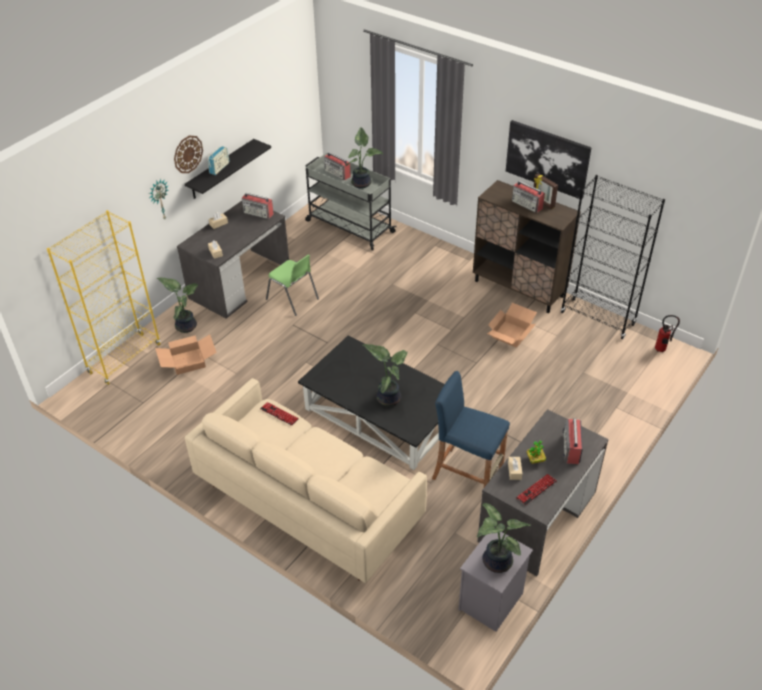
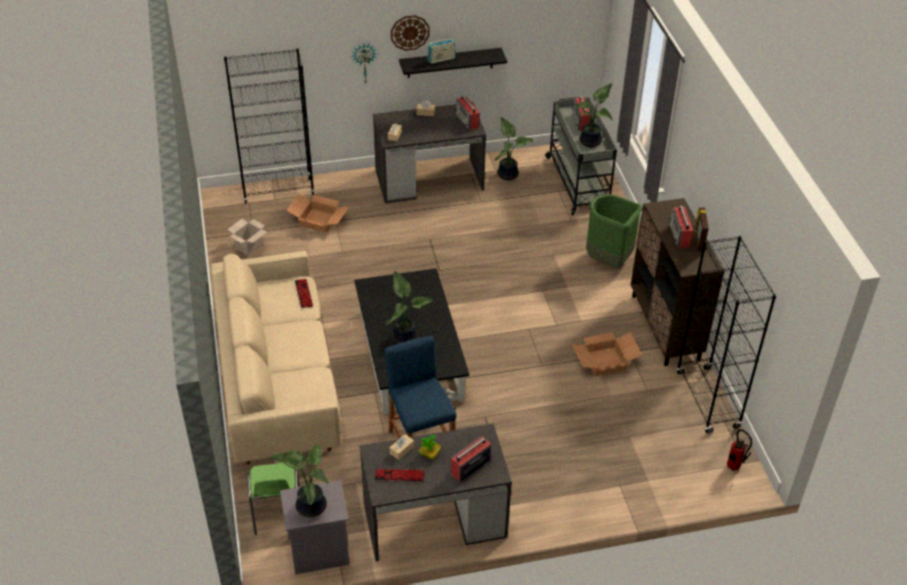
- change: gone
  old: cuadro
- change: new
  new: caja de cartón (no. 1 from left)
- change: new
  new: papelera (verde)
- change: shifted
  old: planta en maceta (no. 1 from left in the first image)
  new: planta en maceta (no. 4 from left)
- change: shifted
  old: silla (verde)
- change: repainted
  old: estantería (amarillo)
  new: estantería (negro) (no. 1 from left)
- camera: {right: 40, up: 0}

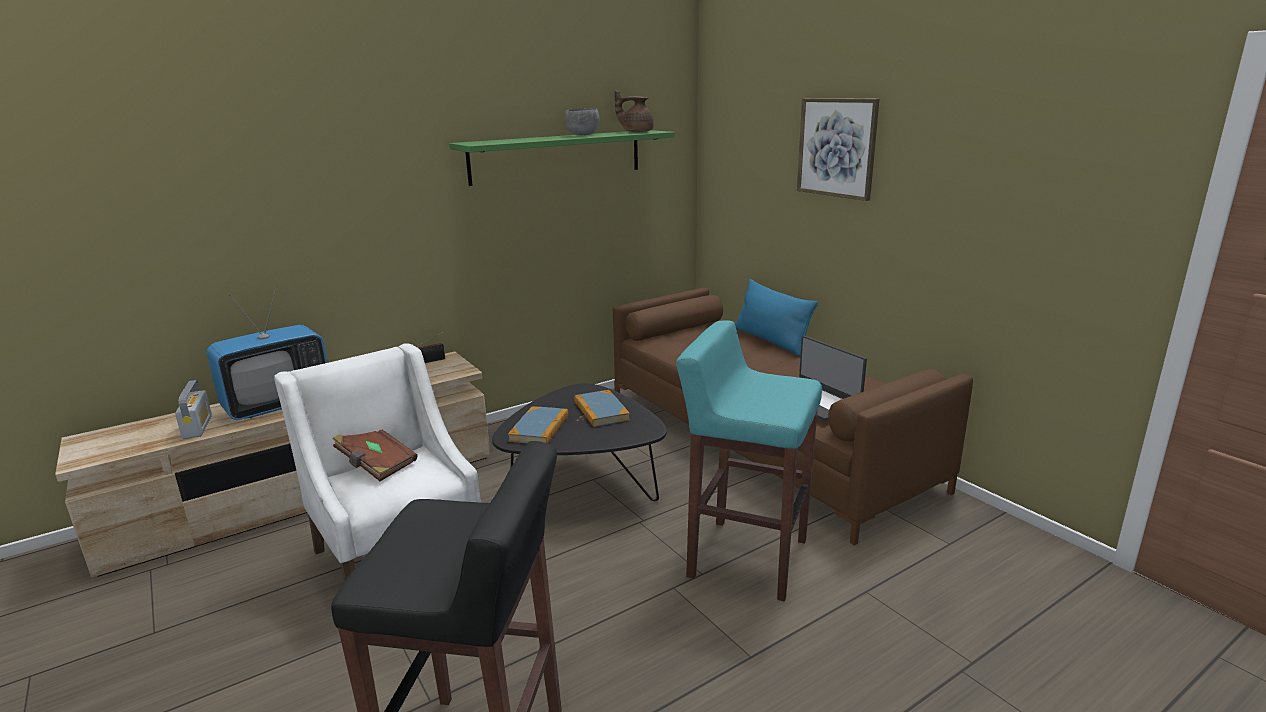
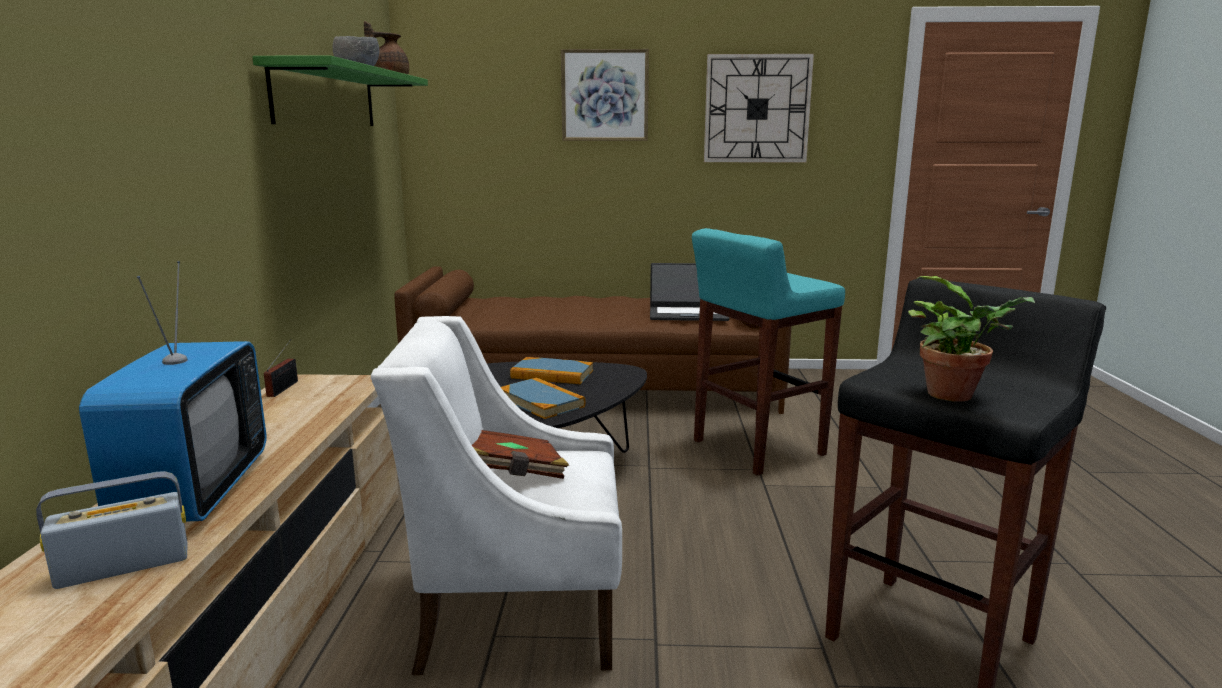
- change: gone
  old: cojín (azul)
- change: new
  new: reloj de pared
- change: new
  new: planta en maceta
- change: rotated
  old: radio (no. 1 from left)
  degrees: -45
- camera: {right: -55, up: -5}

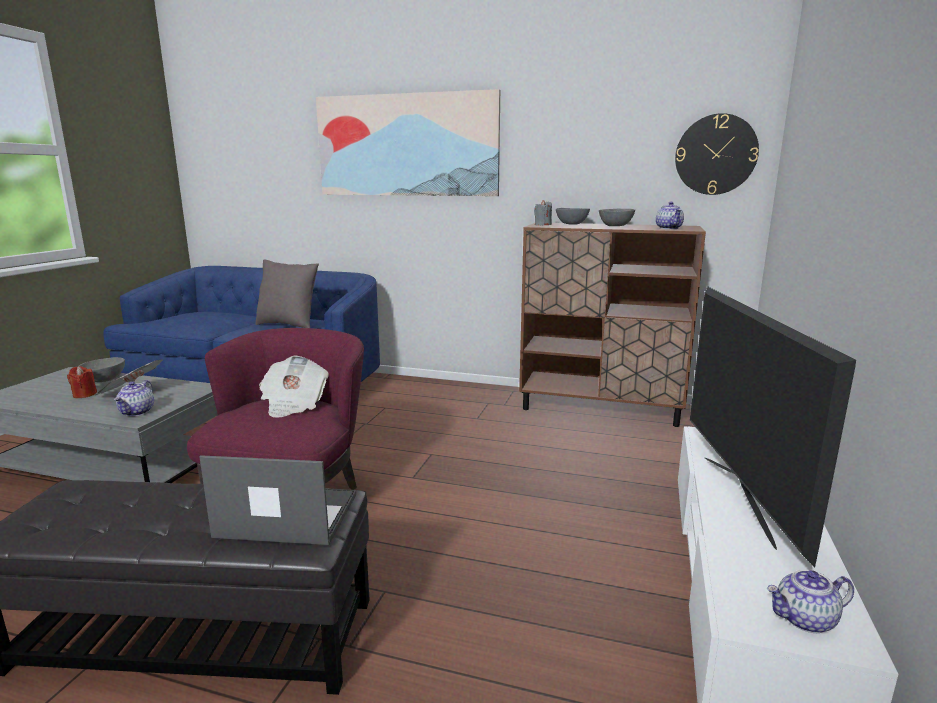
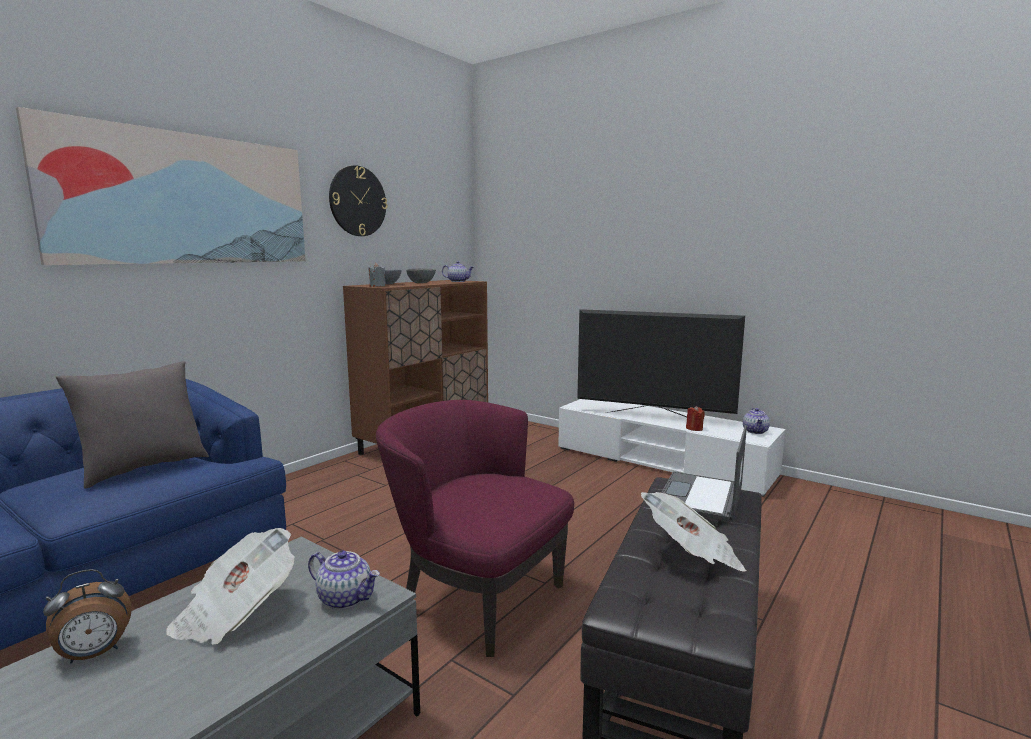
- change: shifted
  old: vela (rojo)
- change: shifted
  old: periódico (no. 2 from left)
- change: shifted
  old: reloj de pared
- change: swapped
  old: cuenco (gris) (no. 1 from left)
  new: despertador
- camera: {right: -70, up: -5}

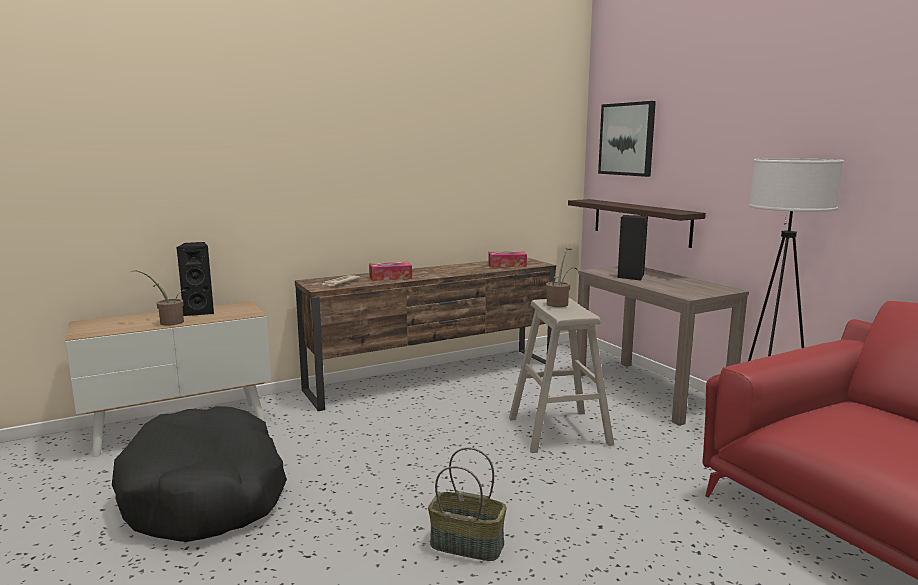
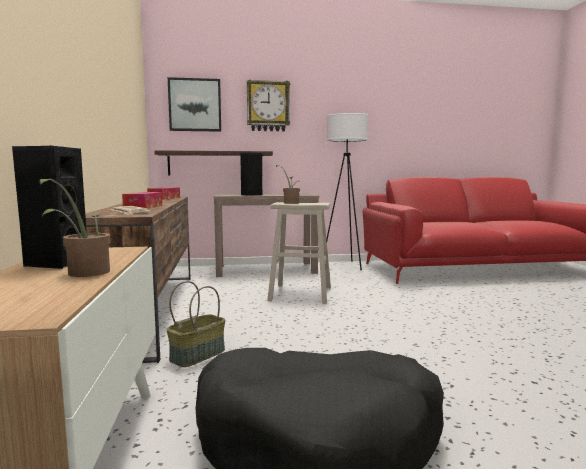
- change: new
  new: reloj de pared
- change: shifted
  old: cesta
- camera: {right: -70, up: -5}

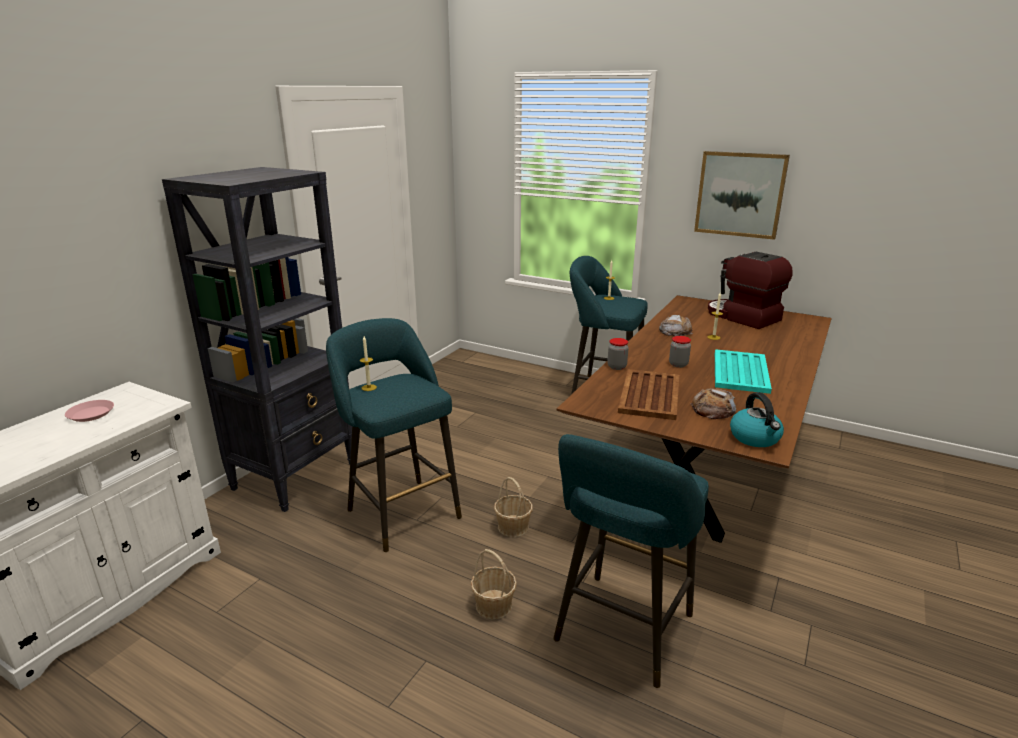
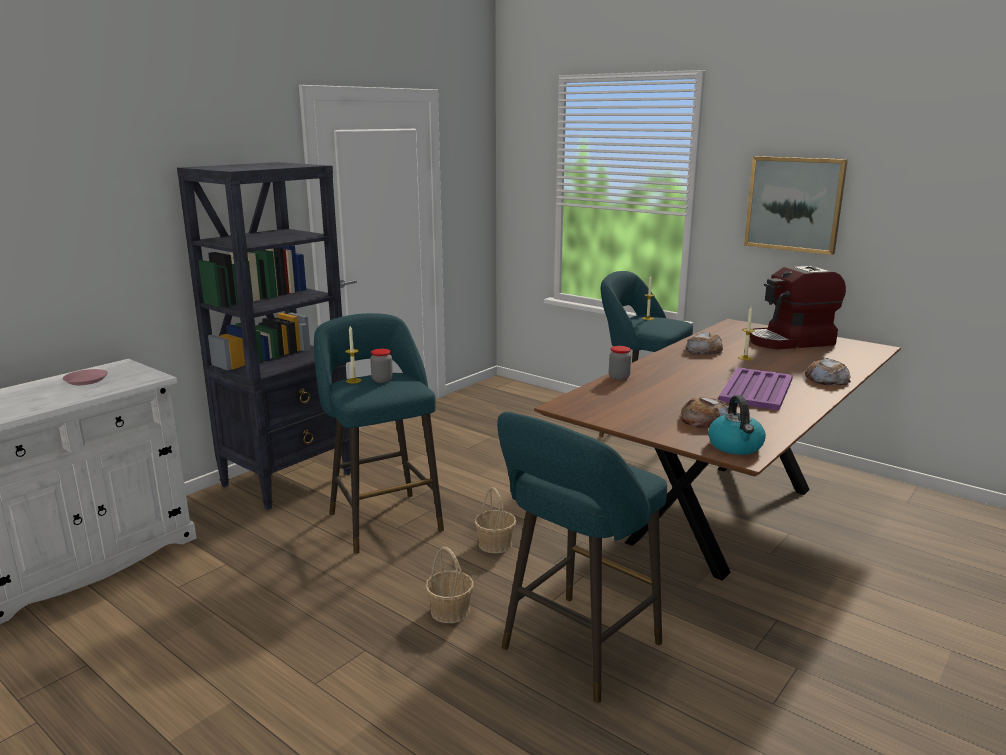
- change: gone
  old: bandeja (marrón)
- change: new
  new: pan (no. 3 from left)
- change: shifted
  old: tarro (no. 2 from left in the first image)
  new: tarro (no. 1 from left)
- change: repainted
  old: bandeja (turquesa)
  new: bandeja (morado)
- change: rotated
  old: cafetera
  degrees: -75
- camera: {right: 10, up: -5}

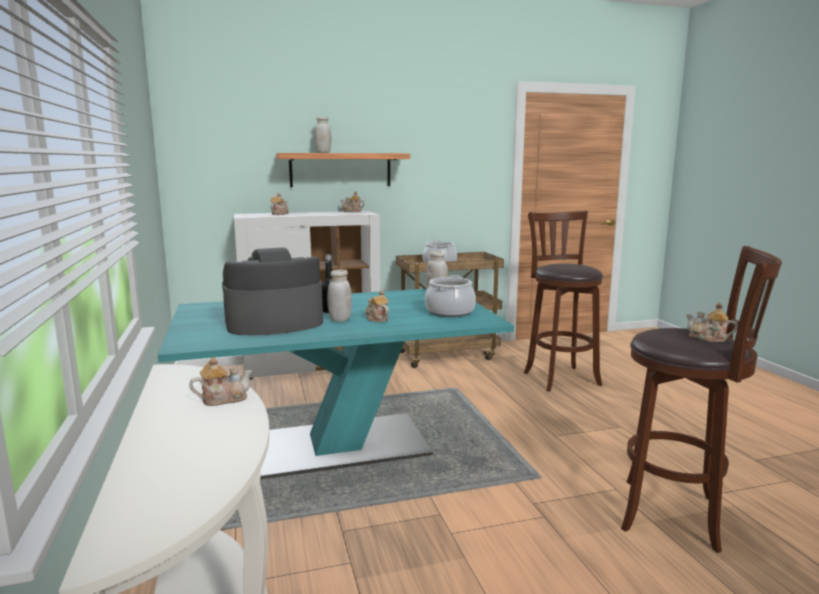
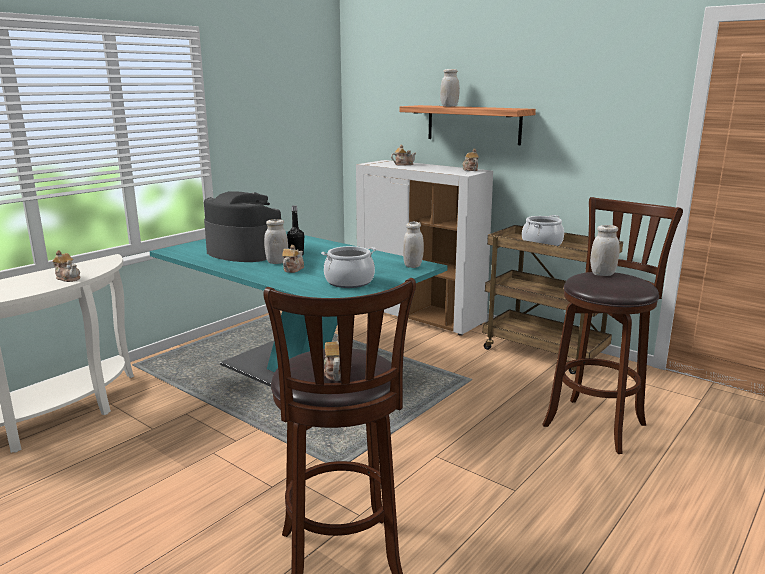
- change: new
  new: tarro (blanco) (no. 4 from left)
- camera: {right: 55, up: 5}

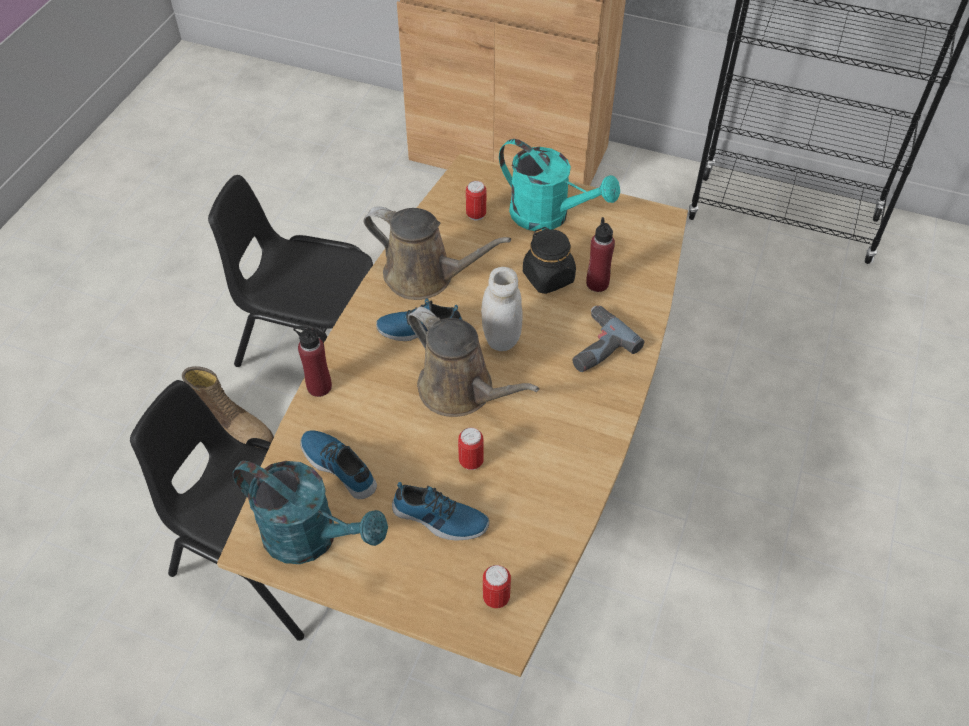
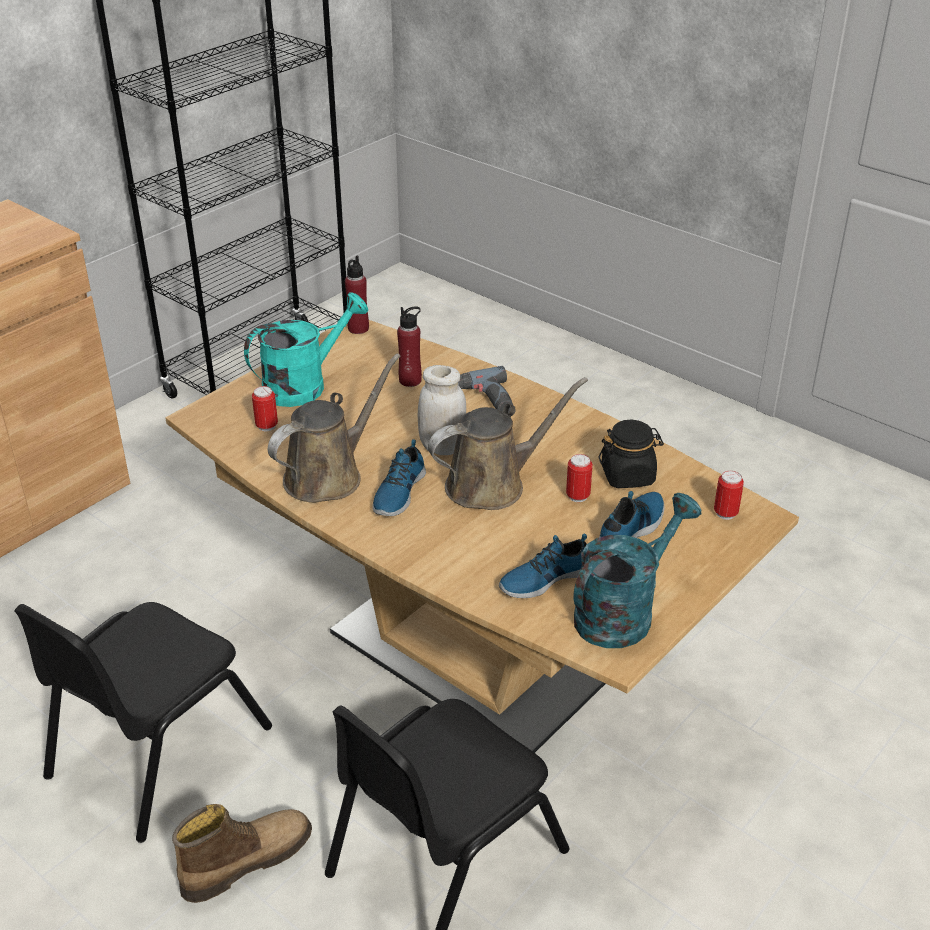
- change: shifted
  old: botella (rojo) (no. 1 from left)
- change: shifted
  old: tarro (negro)
- camera: {right: -70, up: -15}

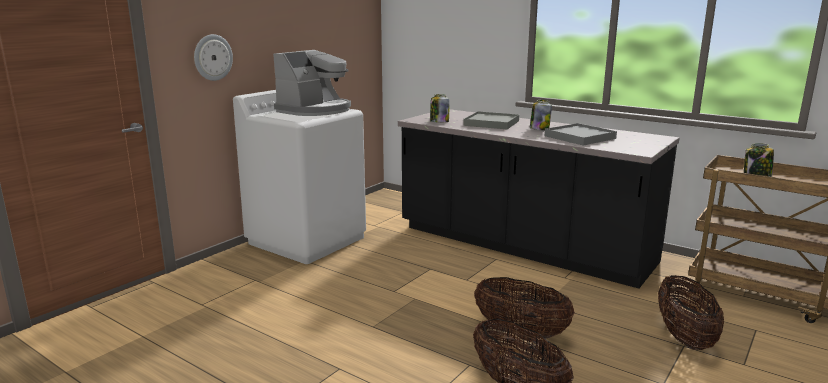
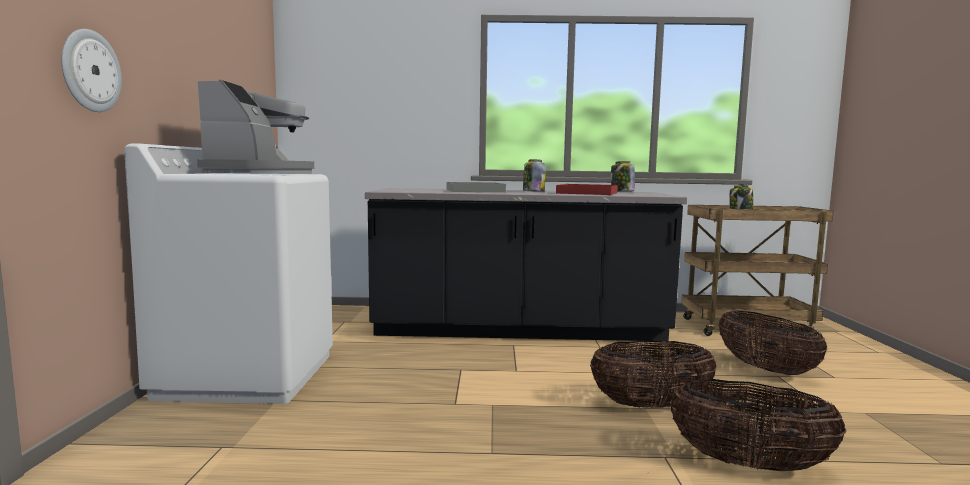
- change: shifted
  old: tarro (no. 1 from left in the first image)
  new: tarro (no. 2 from left)
- change: repainted
  old: bandeja (gris) (no. 2 from left)
  new: bandeja (rojo)
- camera: {right: -35, up: -10}

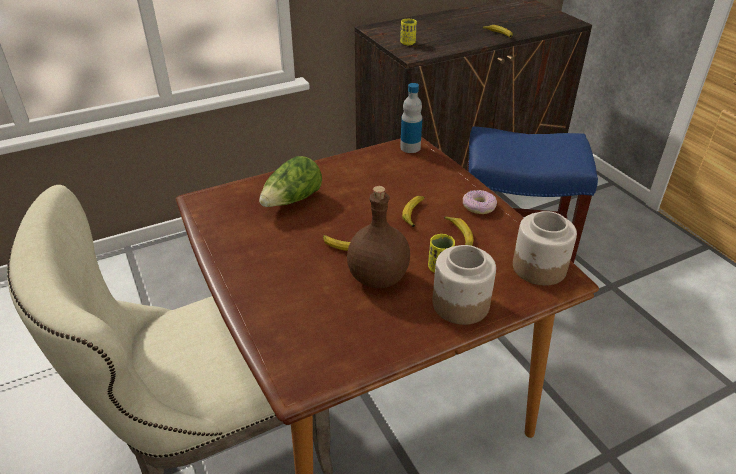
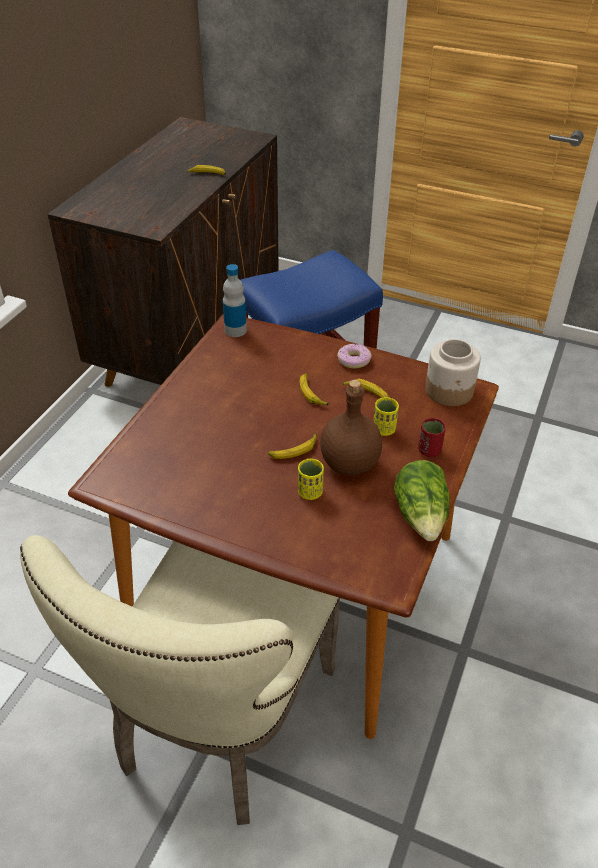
- change: shifted
  old: lechuga
- change: shifted
  old: taza (amarillo) (no. 1 from left)
- change: swapped
  old: tarro (no. 1 from left)
  new: taza (rojo)
- camera: {right: -40, up: 5}

